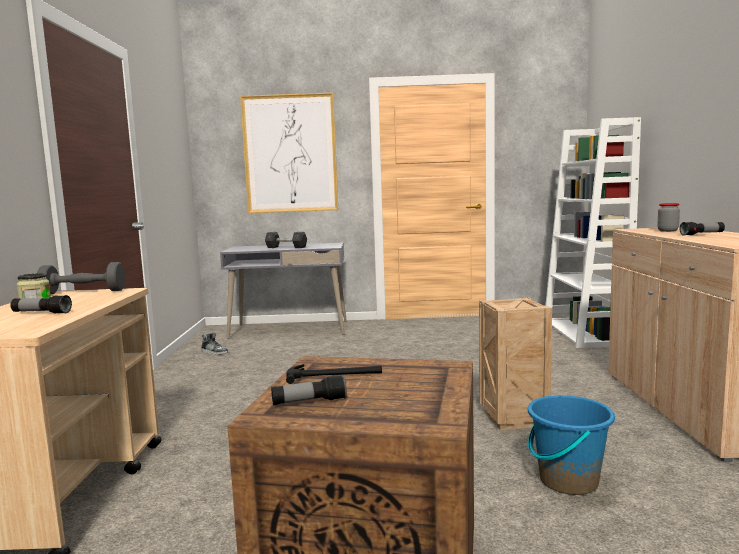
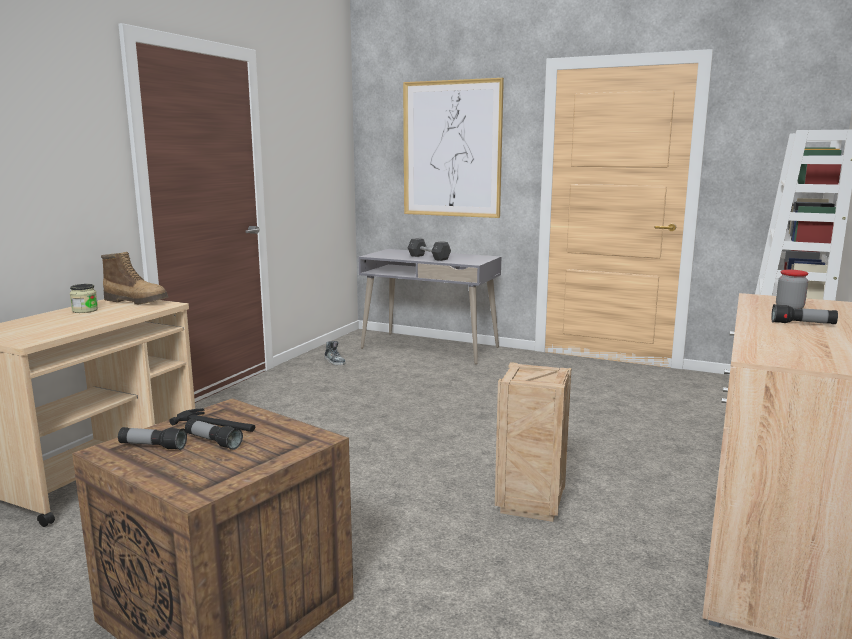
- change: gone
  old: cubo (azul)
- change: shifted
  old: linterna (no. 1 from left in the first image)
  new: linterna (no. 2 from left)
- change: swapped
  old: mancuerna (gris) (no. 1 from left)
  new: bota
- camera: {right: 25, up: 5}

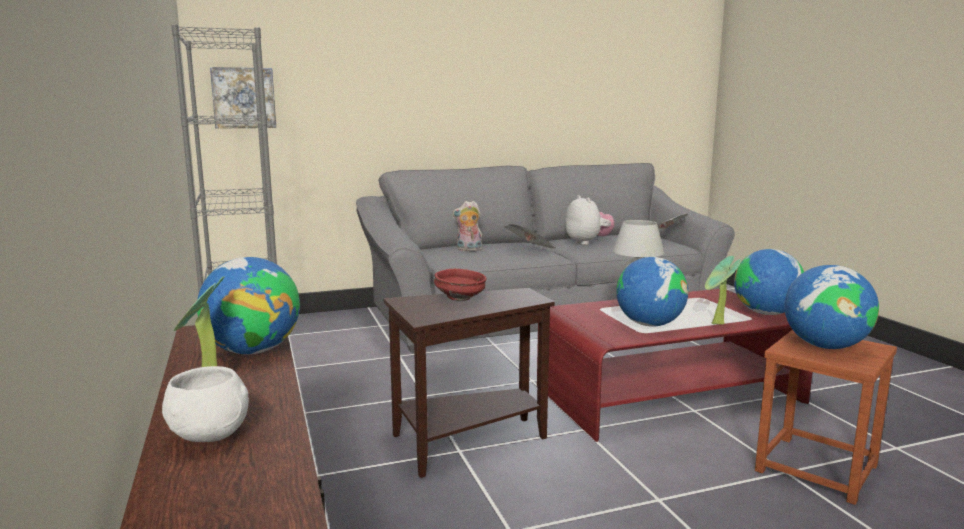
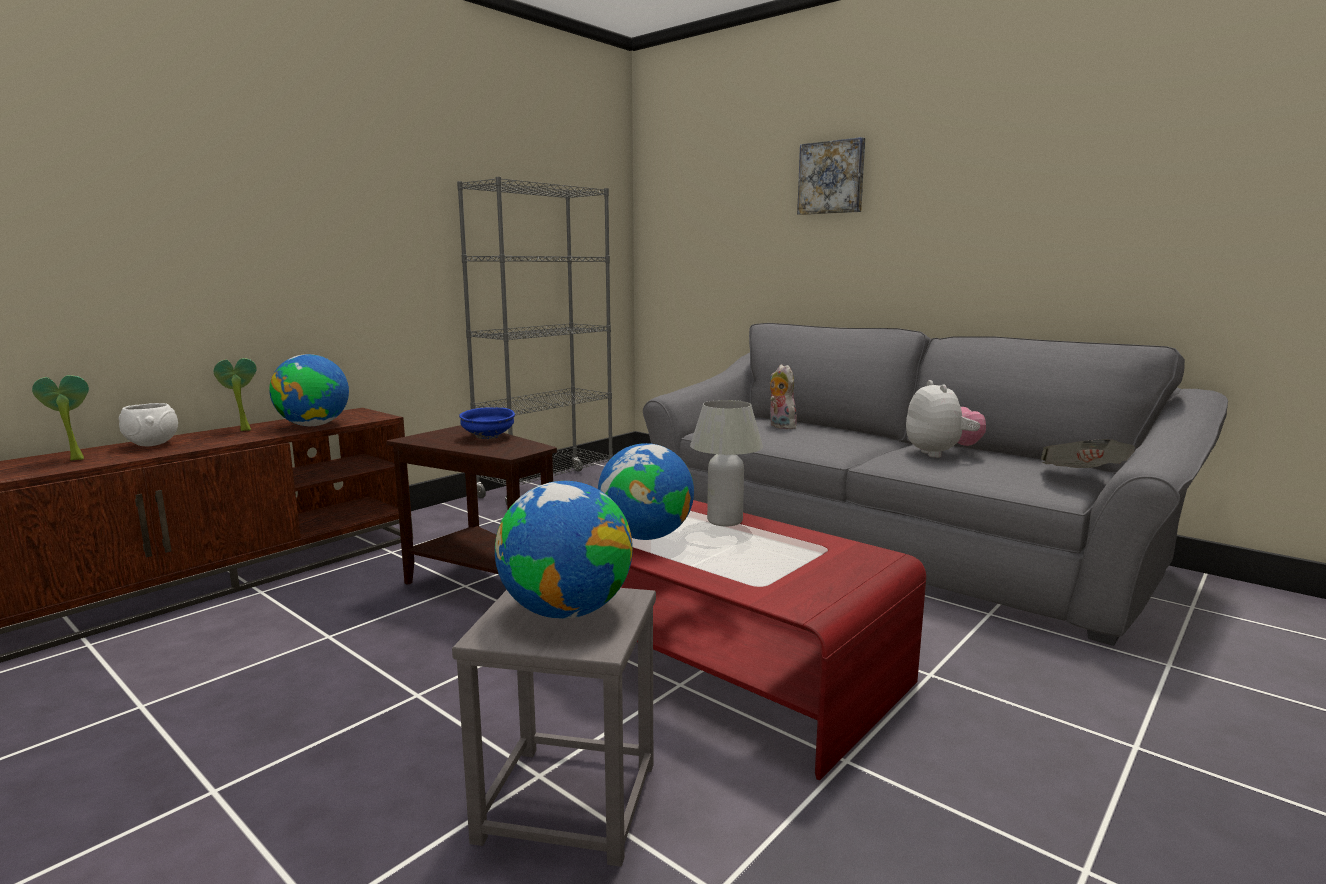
- change: gone
  old: periódico (no. 1 from left)
- change: gone
  old: globo terráqueo (no. 3 from left)
- change: shifted
  old: cuadro
- change: shifted
  old: planta en maceta (no. 2 from left in the first image)
  new: planta en maceta (no. 1 from left)
- change: repainted
  old: cuenco (rojo)
  new: cuenco (azul)
- change: repainted
  old: taburete (marrón)
  new: taburete (gris)
- change: rotated
  old: peluche (no. 2 from left)
  degrees: -45
- camera: {right: 60, up: 0}

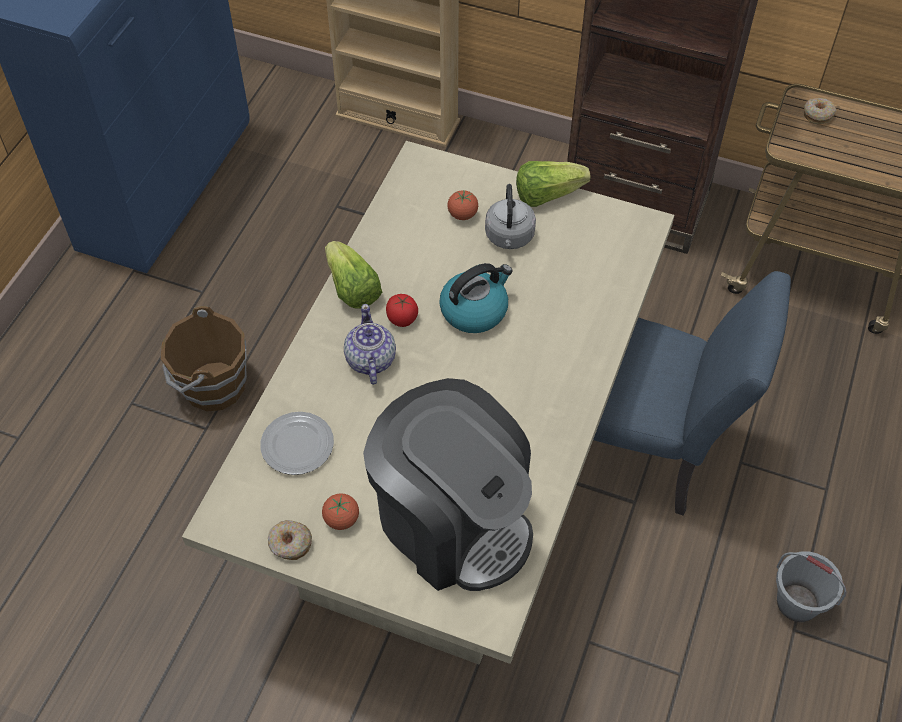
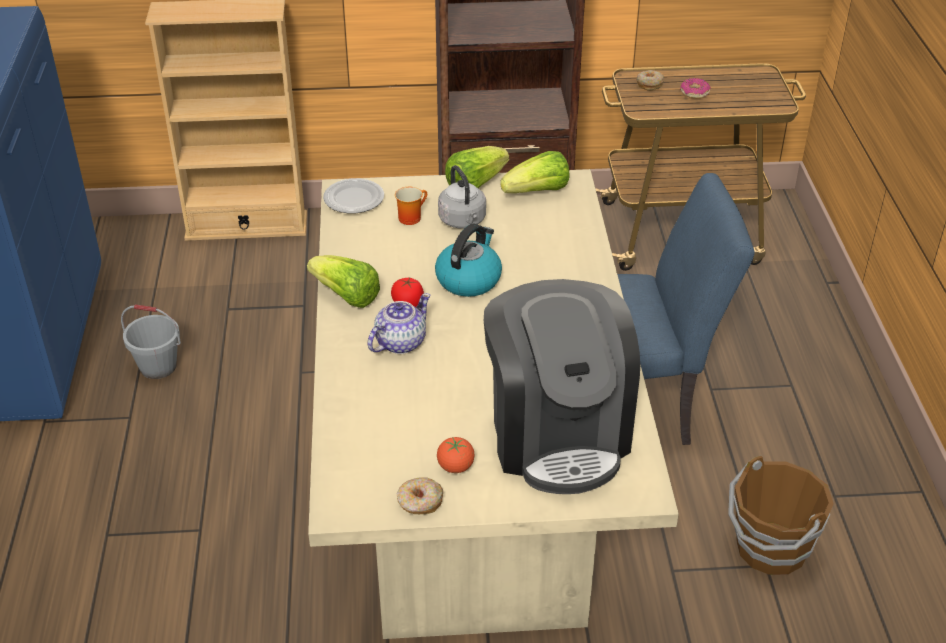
- change: new
  new: lechuga (no. 3 from left)
- change: new
  new: rosquilla (no. 3 from left)
- change: shifted
  old: cubo (marrón)
- change: shifted
  old: plato
- change: shifted
  old: cubo (gris)
- change: swapped
  old: tomate (no. 3 from left)
  new: taza grande
- change: rotated
  old: tetera
  degrees: 75
- change: rotated
  old: cafetera
  degrees: 60
- camera: {right: -25, up: -15}

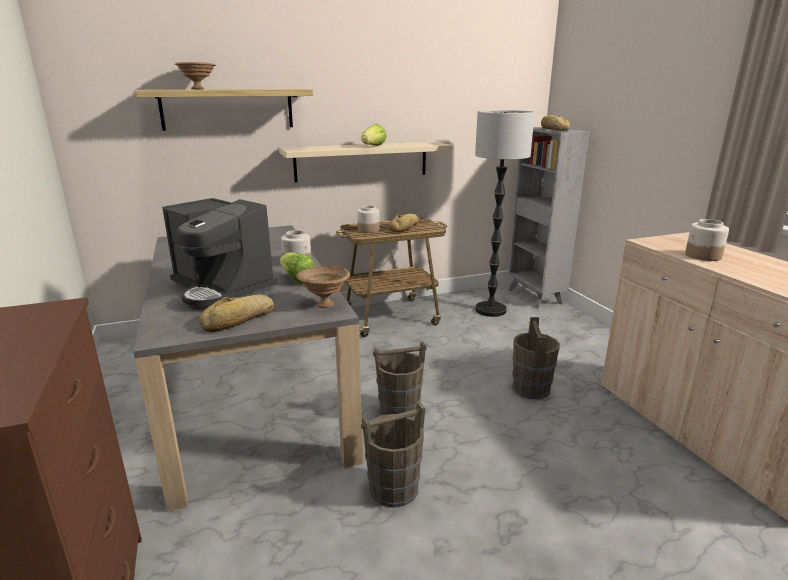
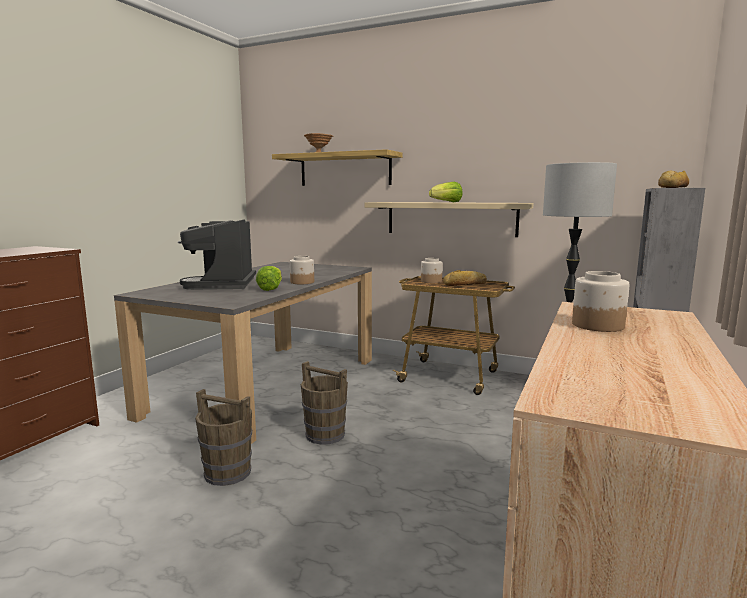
- change: gone
  old: pan (no. 1 from left)
- change: gone
  old: cuenco (marrón) (no. 2 from left)
- change: gone
  old: cubo (marrón) (no. 3 from left)
- camera: {right: 45, up: -10}

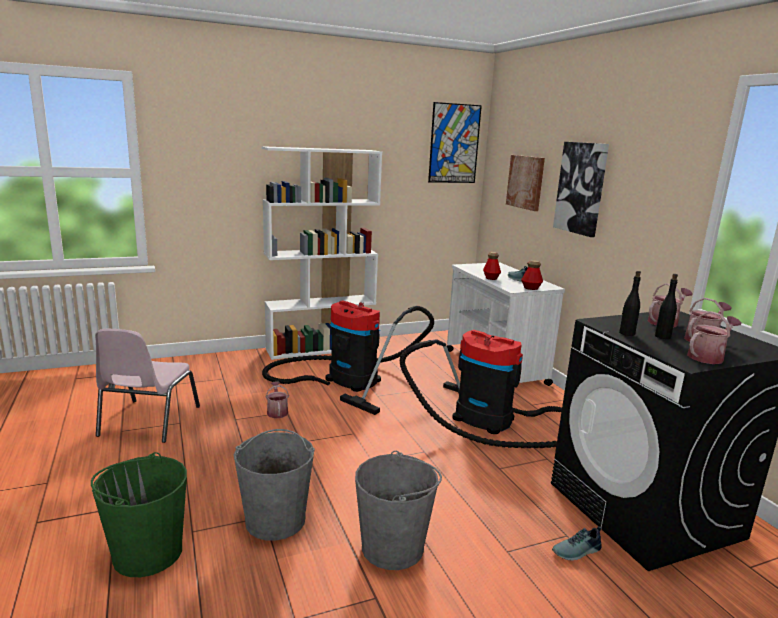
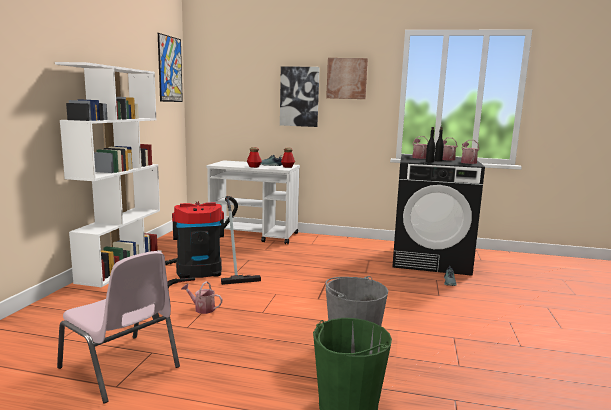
- change: gone
  old: cubo (gris) (no. 2 from left)
- change: gone
  old: aspiradora (no. 2 from left)
- change: shifted
  old: cuadro (no. 2 from left in the first image)
  new: cuadro (no. 3 from left)
- camera: {right: -55, up: -5}

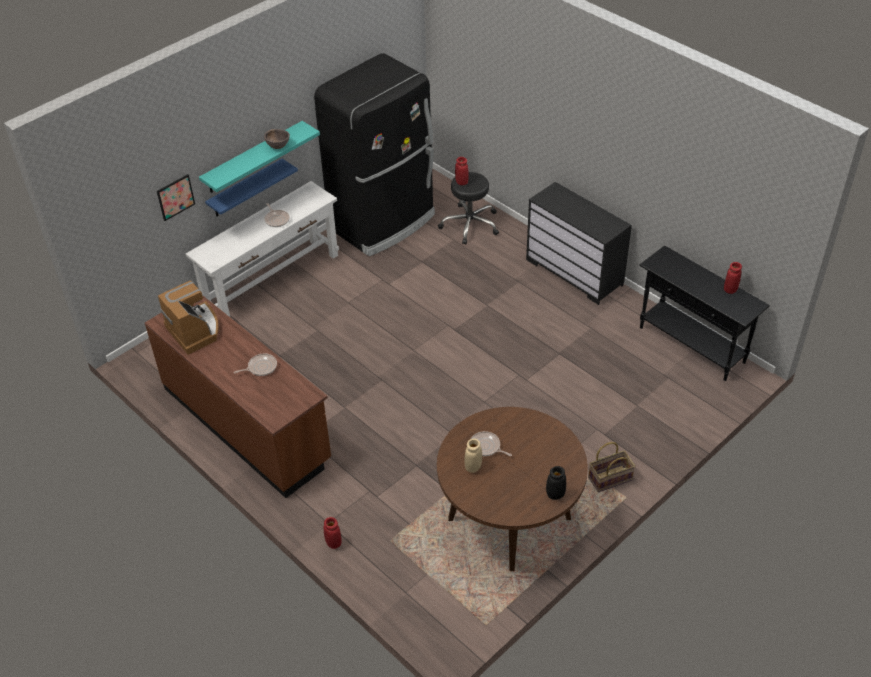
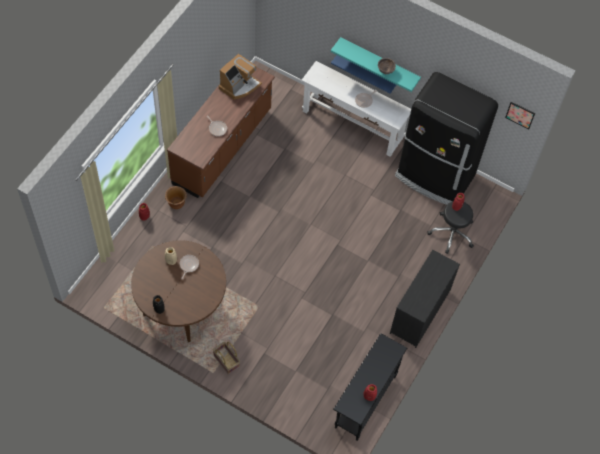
- change: new
  new: maceta (marrón)
- change: shifted
  old: cuadro
- camera: {right: 70, up: 15}

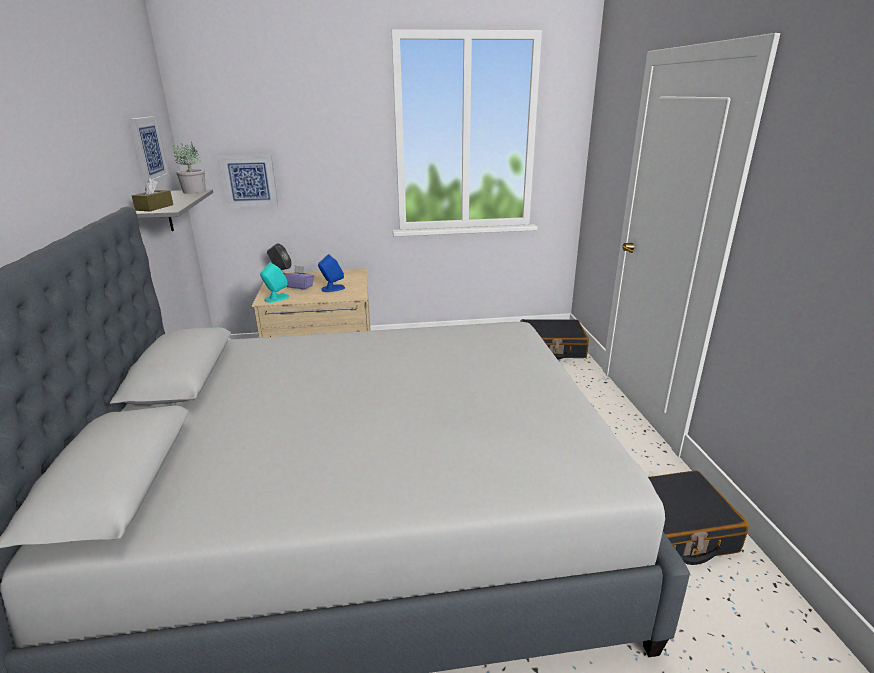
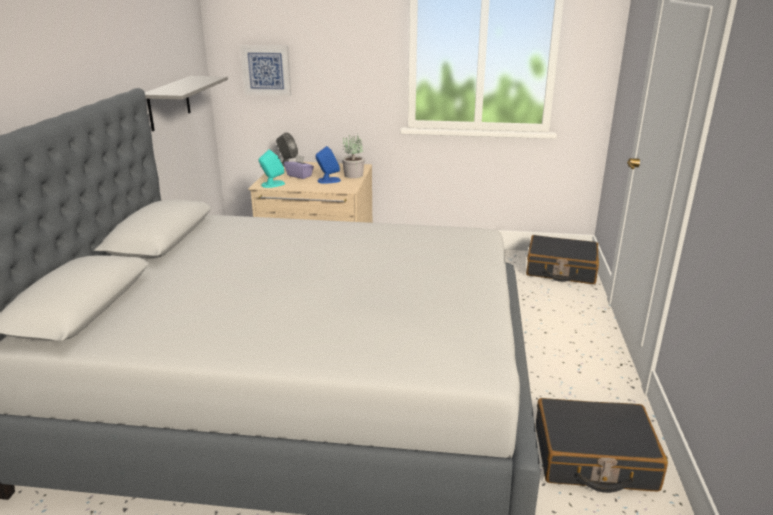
- change: gone
  old: cuadro (no. 1 from left)
- change: gone
  old: caja de pañuelos (marrón)
- change: shifted
  old: planta en maceta
- camera: {right: 15, up: 0}

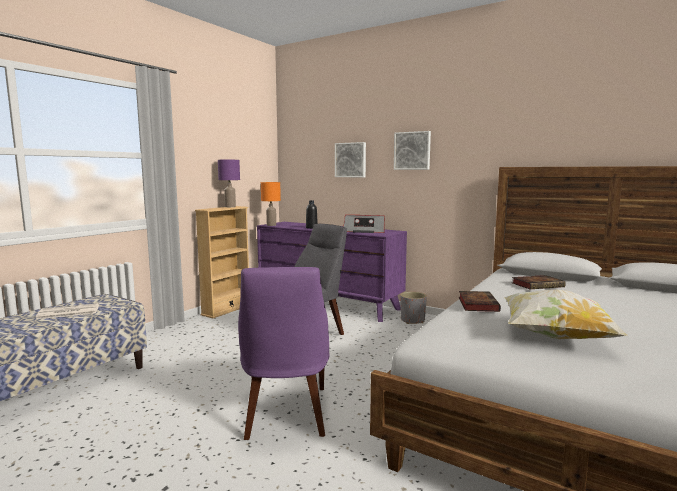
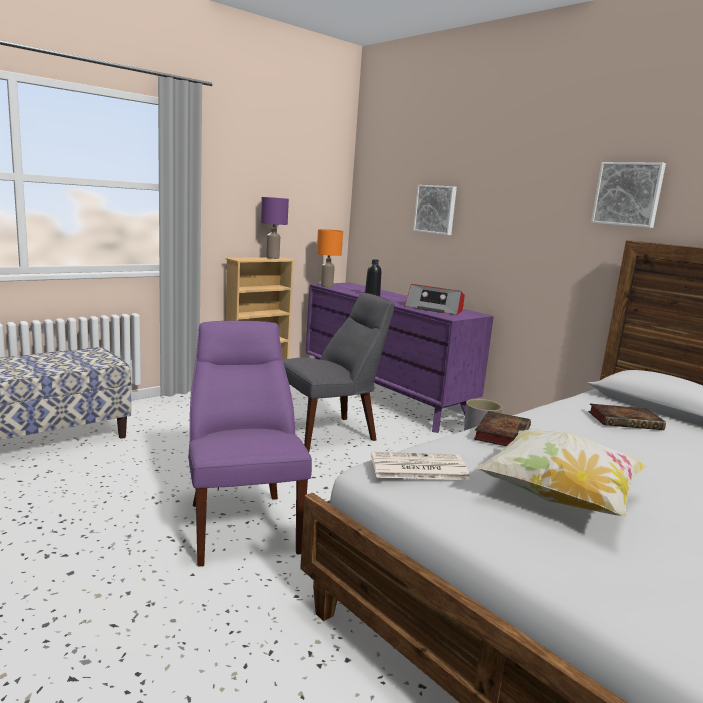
- change: shifted
  old: periódico
- change: shifted
  old: cuadro (no. 2 from left)
- change: rotated
  old: silla (morado)
  degrees: 150
- camera: {right: 15, up: 5}

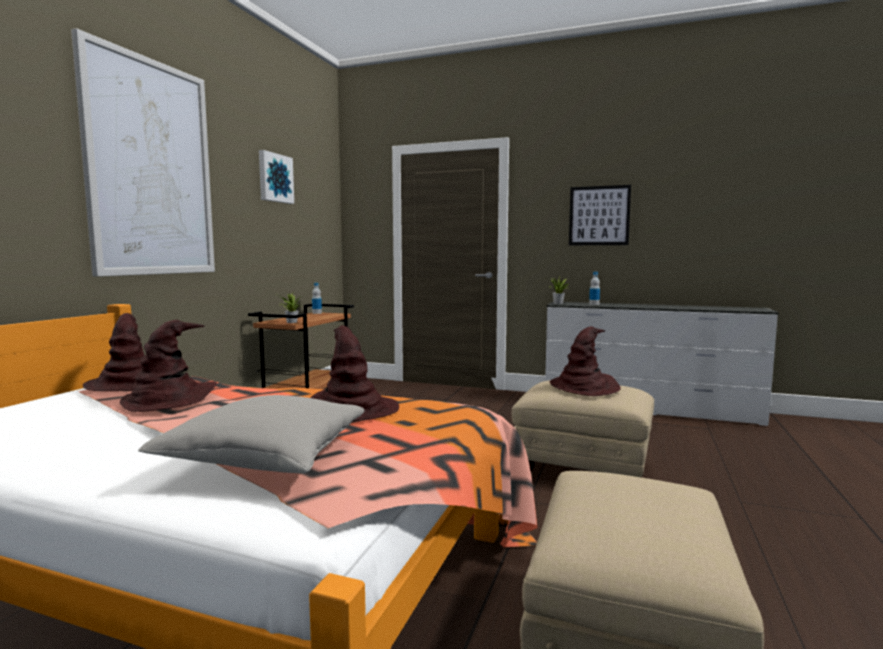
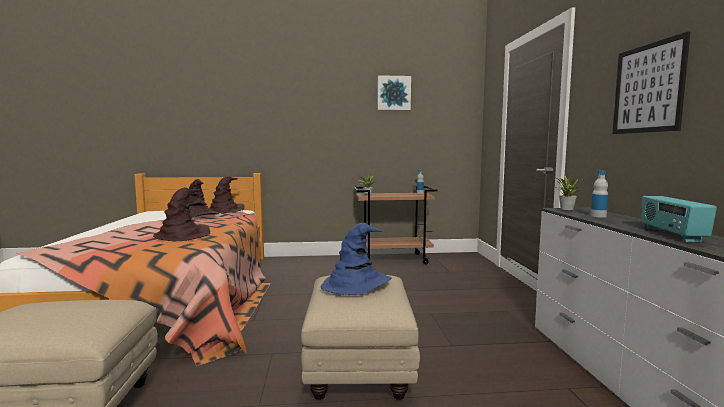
- change: gone
  old: cuadro (no. 1 from left)
- change: gone
  old: cojín (gris)
- change: new
  new: radio
- change: repainted
  old: sombrero (marrón) (no. 4 from left)
  new: sombrero (azul)
- camera: {right: 65, up: 0}

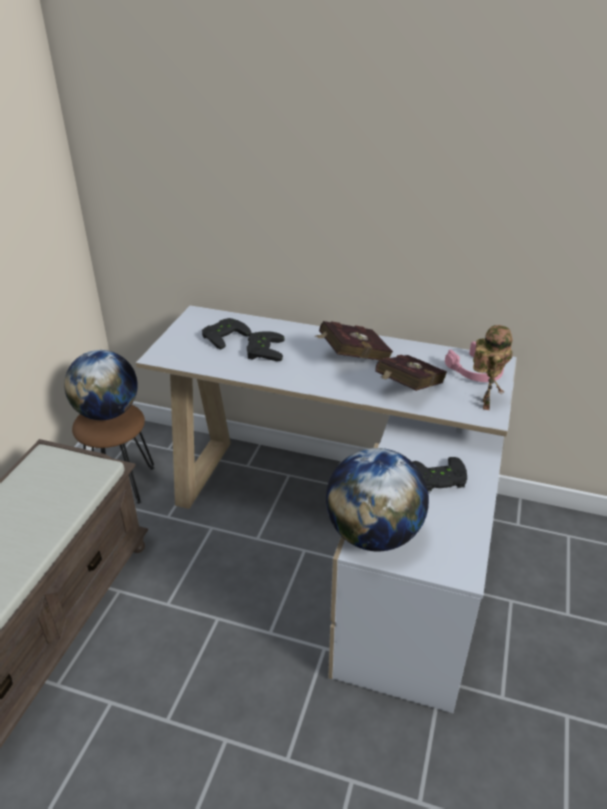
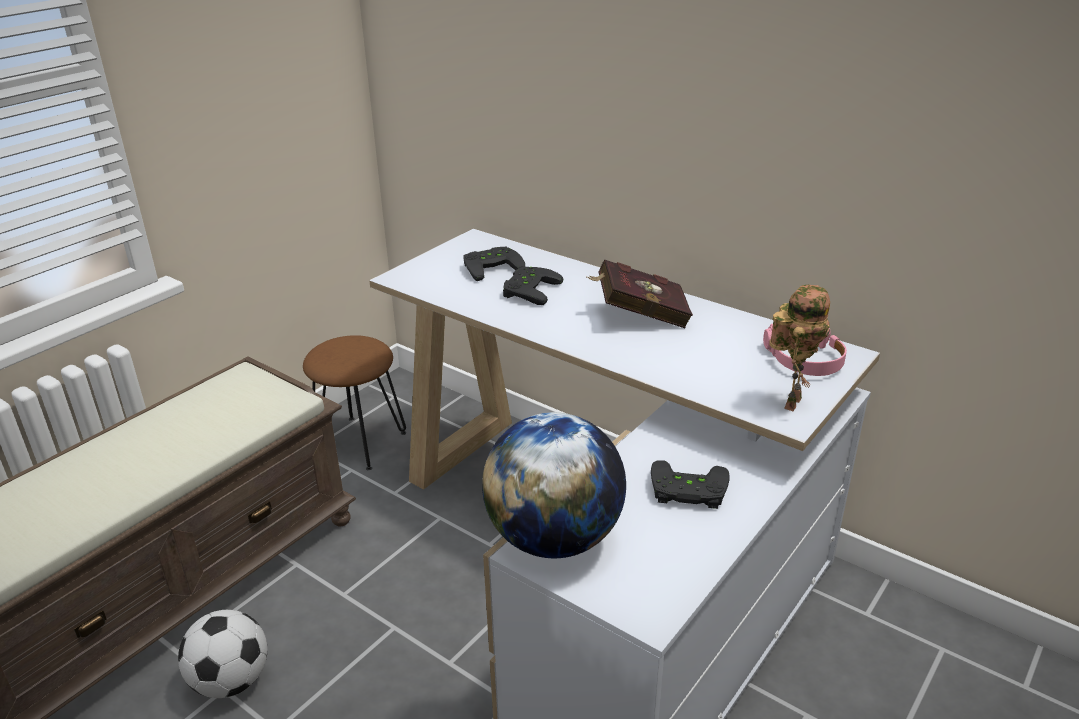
- change: gone
  old: globo terráqueo (no. 1 from left)
- change: gone
  old: libro (rojo) (no. 2 from left)
- change: new
  new: balón de fútbol
- camera: {right: 20, up: -5}

